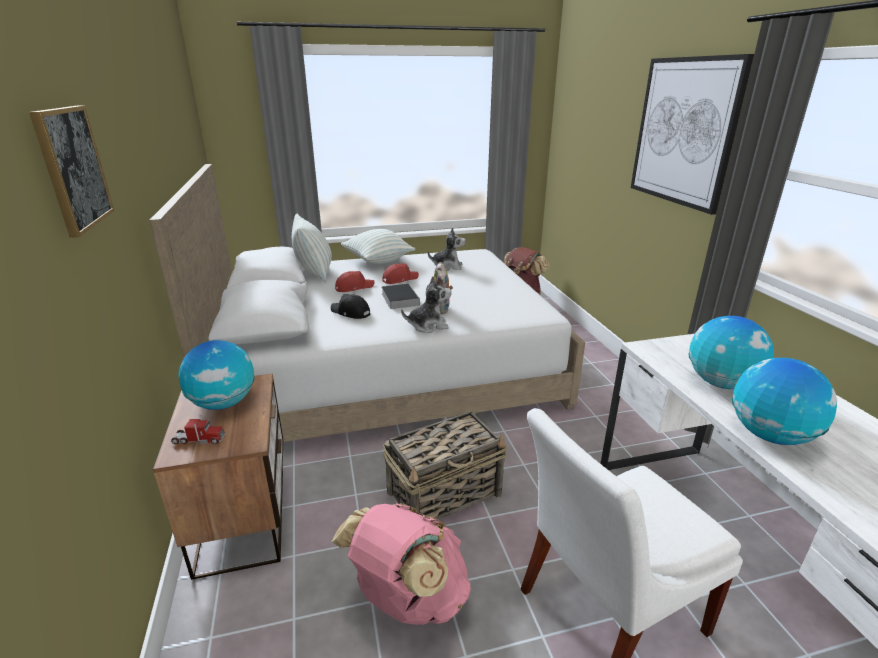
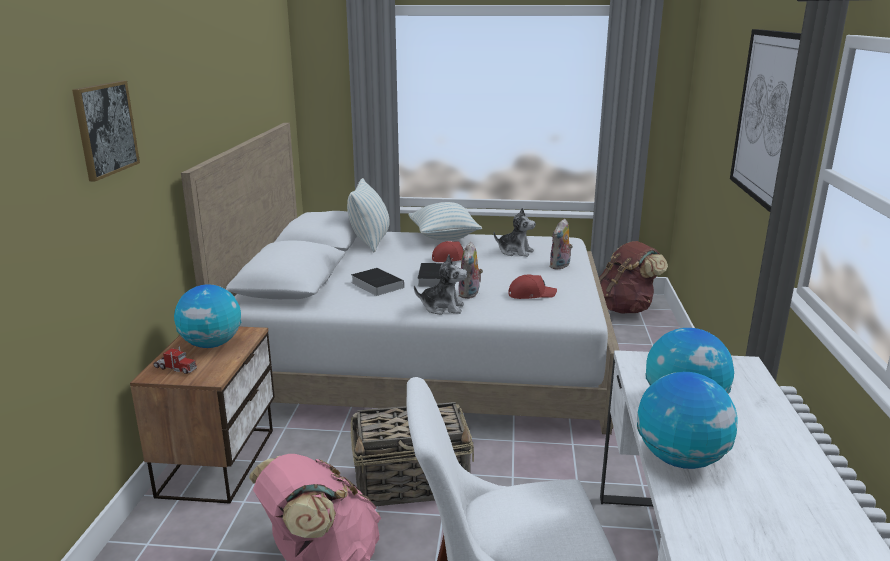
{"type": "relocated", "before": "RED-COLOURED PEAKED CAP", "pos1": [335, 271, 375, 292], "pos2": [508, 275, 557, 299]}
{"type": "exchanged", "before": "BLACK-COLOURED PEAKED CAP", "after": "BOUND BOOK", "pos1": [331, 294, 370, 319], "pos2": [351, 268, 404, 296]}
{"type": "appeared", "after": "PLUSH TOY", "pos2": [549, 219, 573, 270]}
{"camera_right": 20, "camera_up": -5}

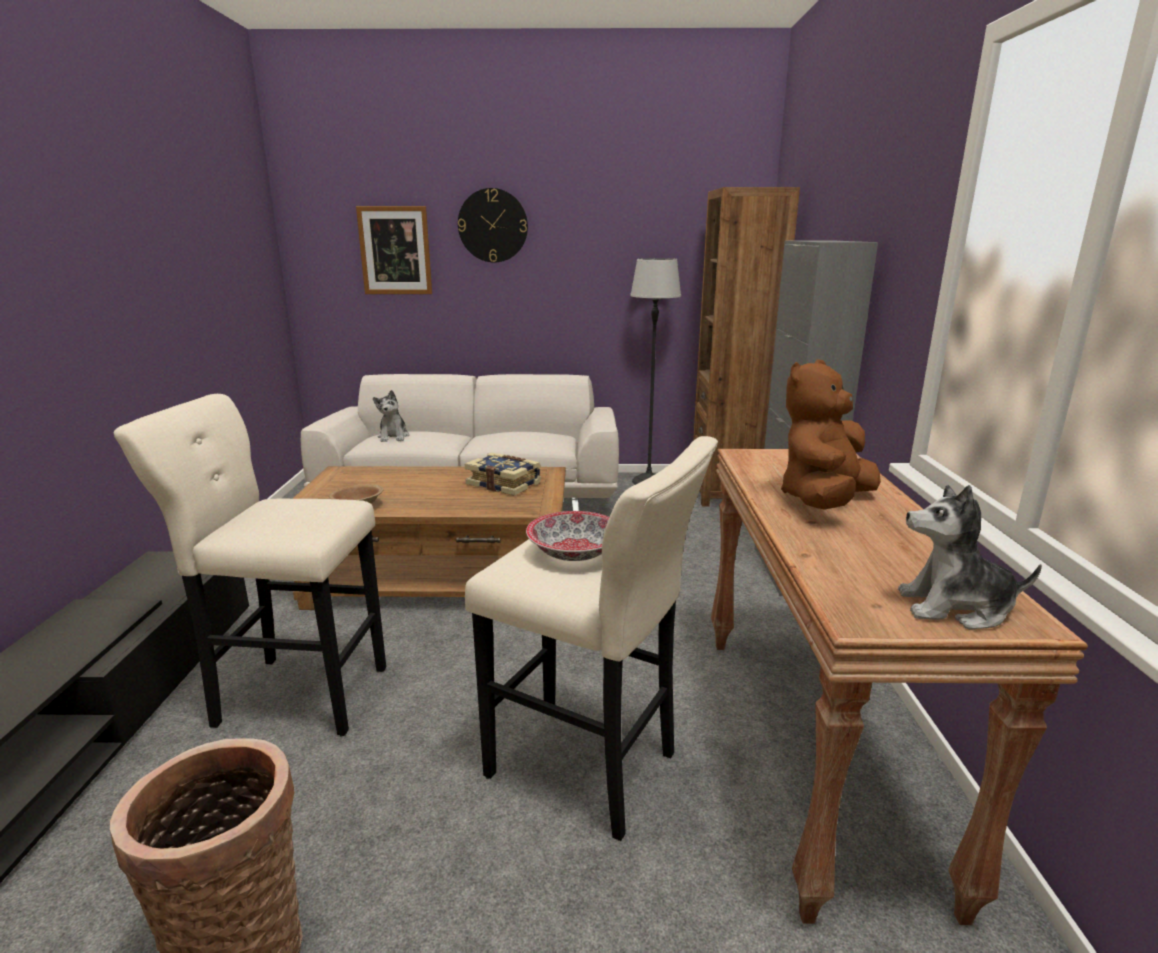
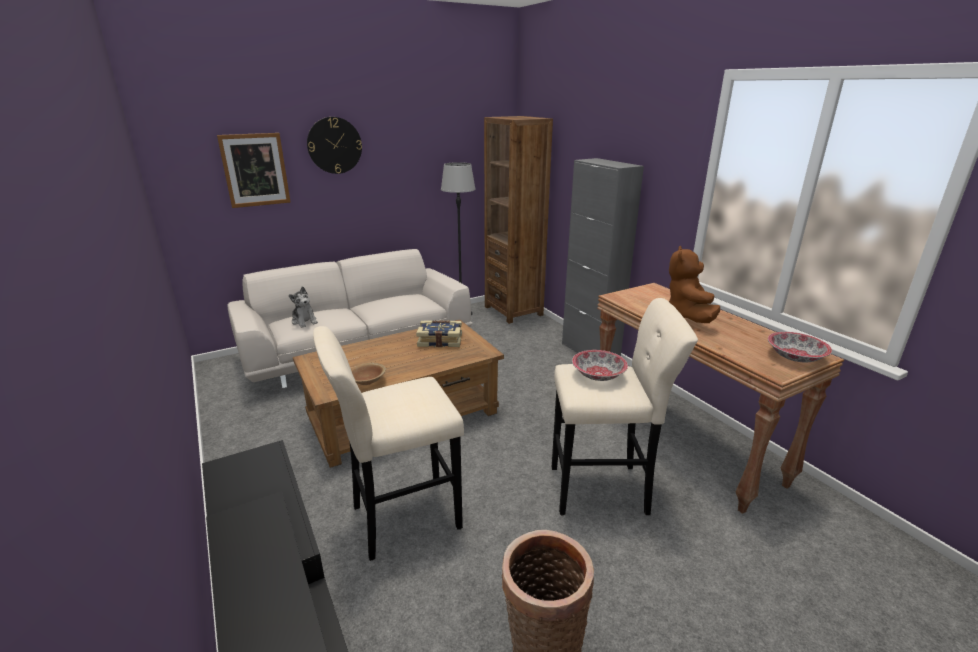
{"type": "exchanged", "before": "PLUSH TOY", "after": "DEEP DISH", "pos1": [898, 485, 1042, 630], "pos2": [768, 332, 832, 363]}
{"camera_right": -30, "camera_up": 5}

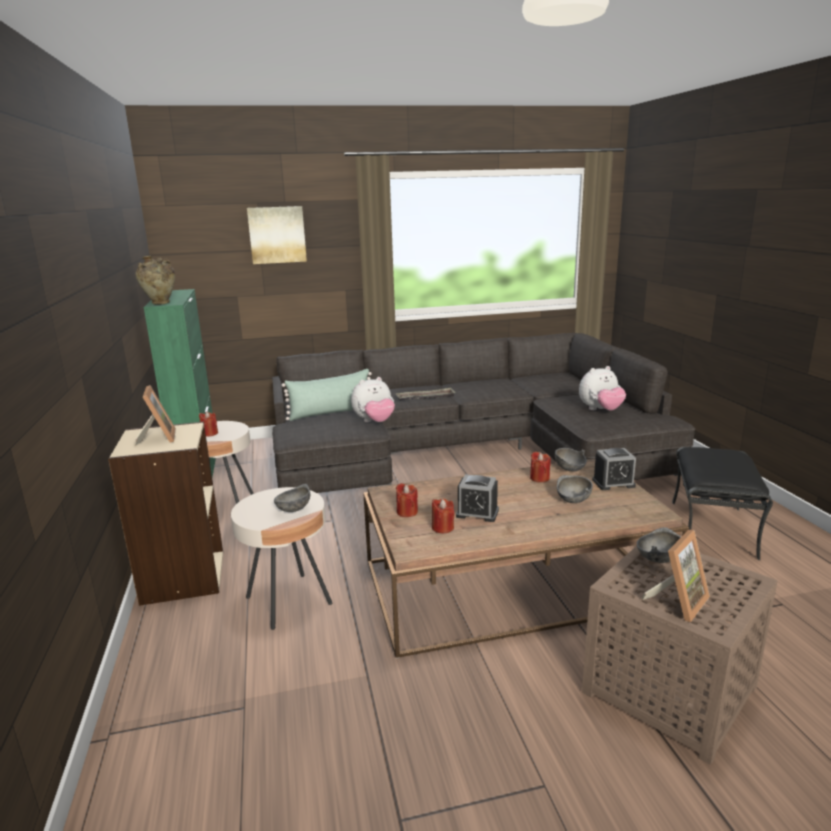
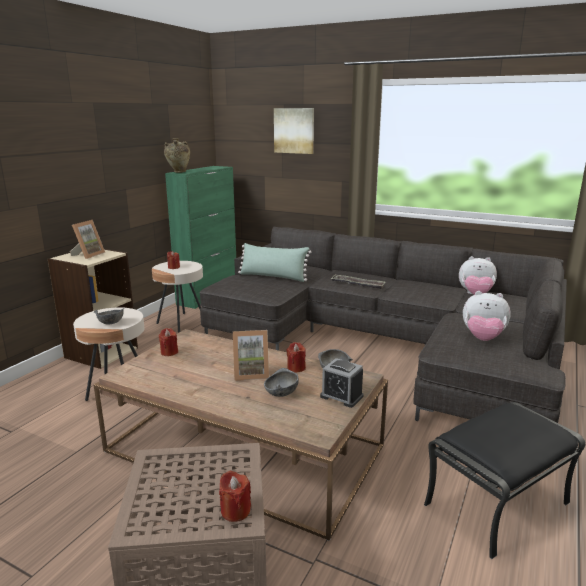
{"type": "relocated", "before": "PLUSH TOY", "pos1": [351, 377, 395, 422], "pos2": [459, 256, 497, 295]}
{"type": "missing", "before": "TABLE CLOCK", "pos1": [456, 474, 499, 522]}
{"type": "relocated", "before": "RED-COLOURED WAX LIGHT", "pos1": [432, 498, 455, 533], "pos2": [219, 471, 251, 522]}
{"type": "missing", "before": "GRAY DEEP DISH", "pos1": [636, 527, 681, 563]}
{"type": "relocated", "before": "STANDING FRAME", "pos1": [642, 530, 710, 622], "pos2": [233, 330, 269, 381]}
{"camera_right": 40, "camera_up": 0}

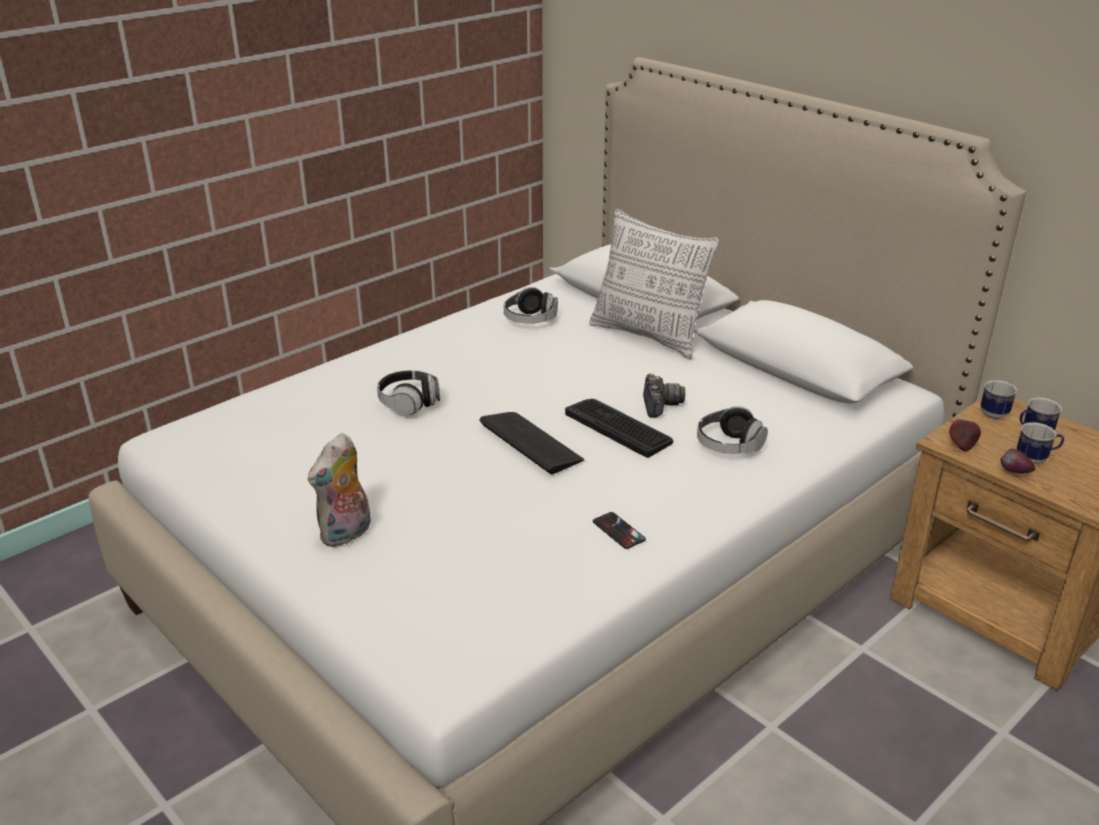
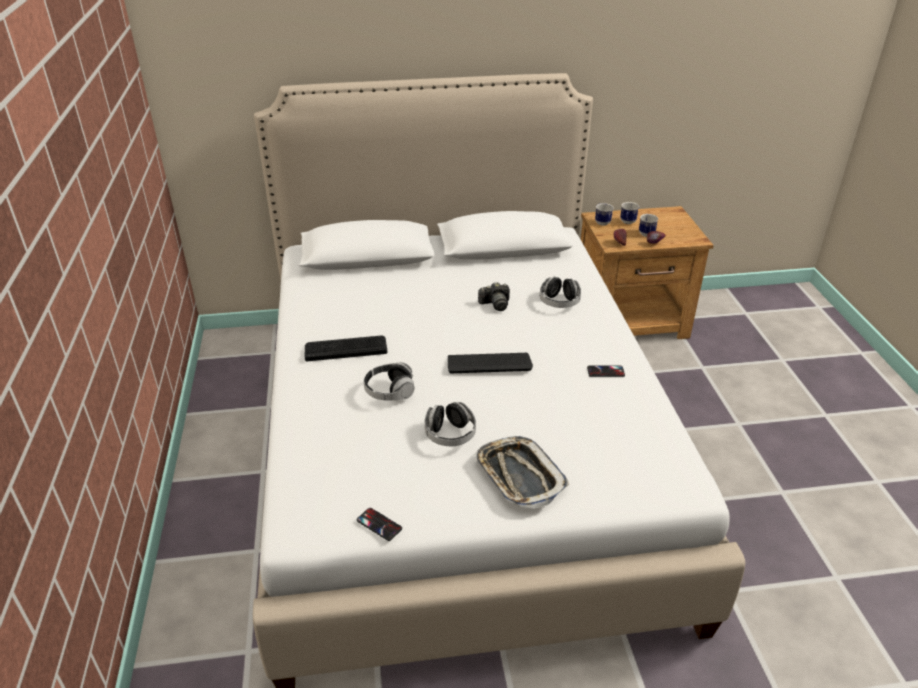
{"type": "missing", "before": "PILLOW", "pos1": [589, 209, 720, 359]}
{"type": "relocated", "before": "HEADPHONES", "pos1": [504, 287, 558, 324], "pos2": [425, 402, 476, 446]}
{"type": "spun", "before": "PHOTO CAMERA", "pos1": [643, 373, 685, 417], "pos2": [478, 282, 510, 311], "turn": 135}
{"type": "relocated", "before": "COMPUTER KEYBOARD", "pos1": [565, 399, 673, 458], "pos2": [305, 336, 387, 361]}
{"type": "exchanged", "before": "PLUSH TOY", "after": "CARRYING TRAY", "pos1": [308, 433, 371, 547], "pos2": [473, 436, 569, 509]}
{"type": "appeared", "after": "TELEPHONE", "pos2": [356, 508, 402, 541]}
{"camera_right": -55, "camera_up": 5}

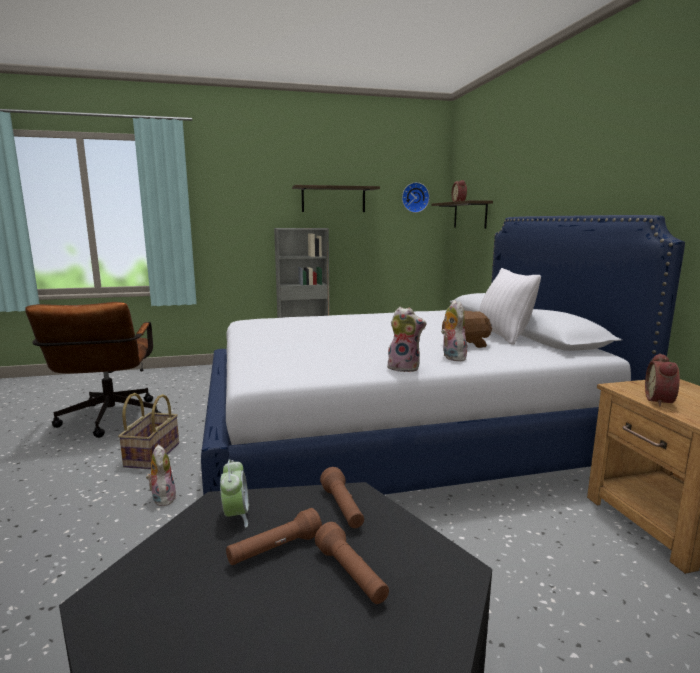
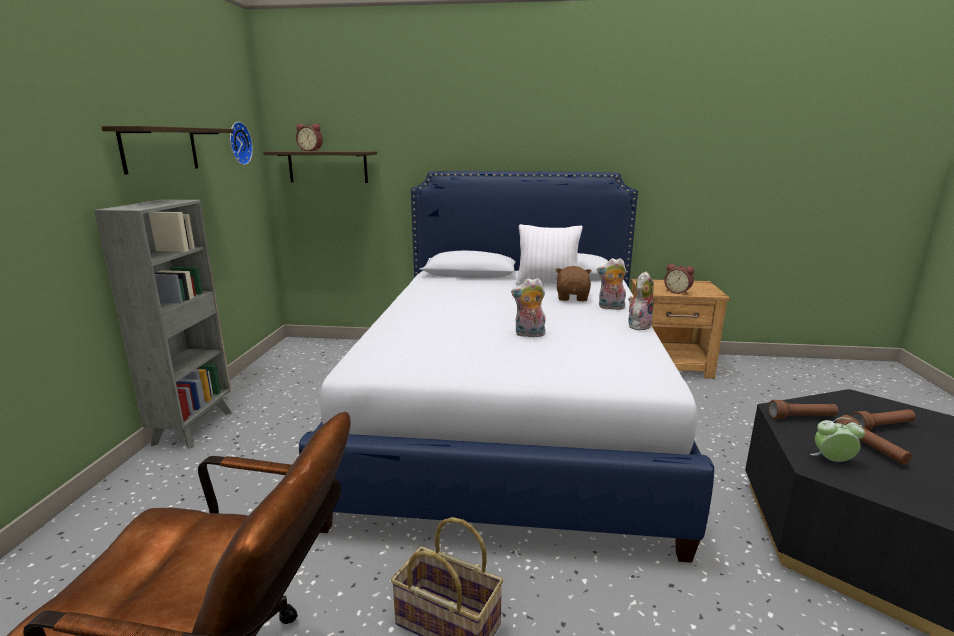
{"type": "relocated", "before": "PLUSH TOY", "pos1": [146, 444, 177, 506], "pos2": [511, 278, 546, 337]}
{"camera_right": -70, "camera_up": 5}

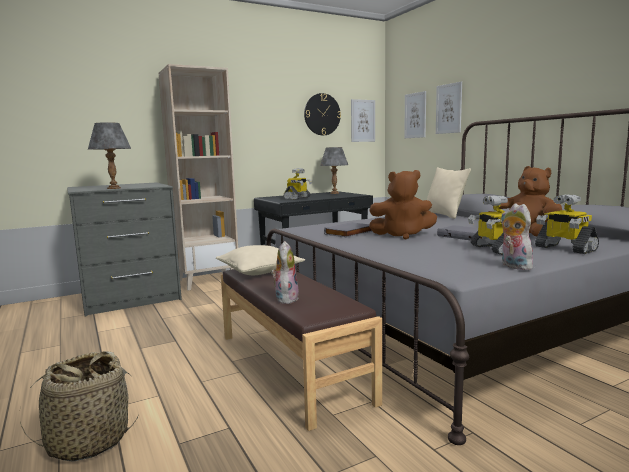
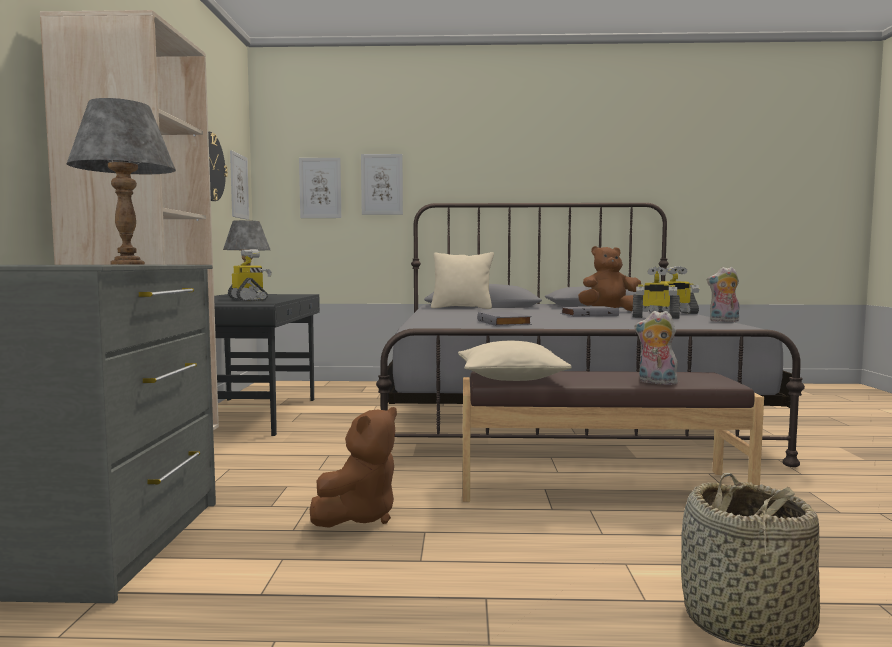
{"type": "relocated", "before": "BROWN PLUSH TOY", "pos1": [369, 170, 437, 239], "pos2": [310, 407, 397, 528]}
{"camera_right": -60, "camera_up": -5}

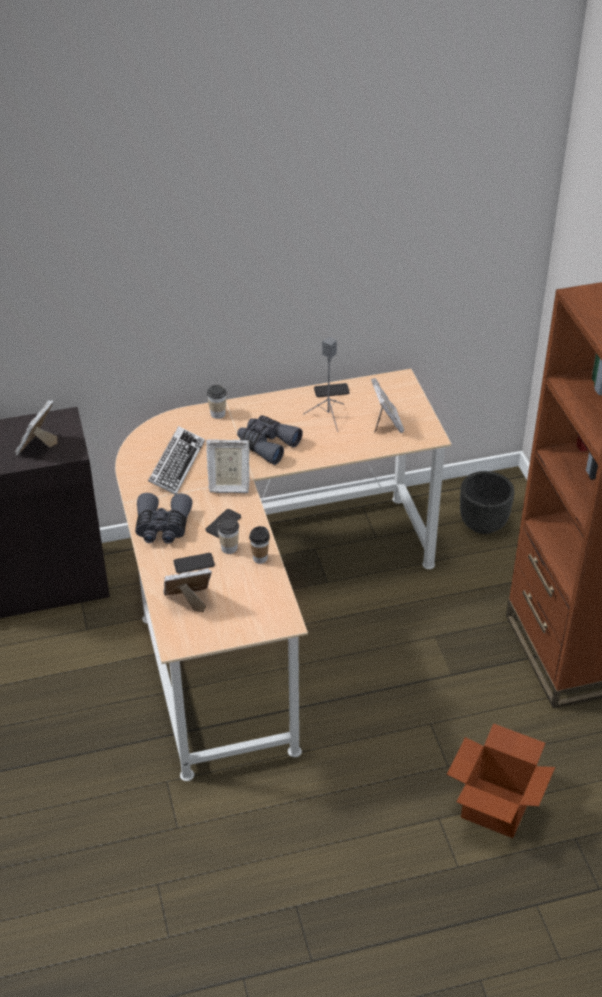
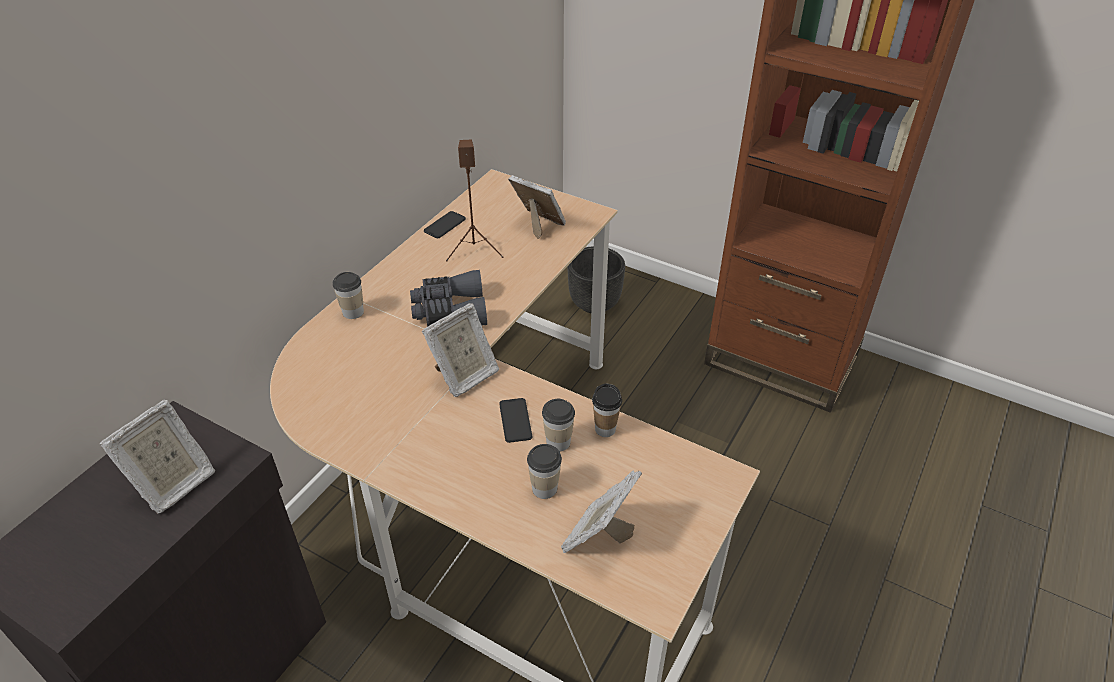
{"type": "colour", "before": "GRAY AUDIO SPEAKER", "after": "BROWN AUDIO SPEAKER", "pos1": [303, 337, 344, 432], "pos2": [446, 140, 504, 261]}
{"type": "spun", "before": "STANDING FRAME", "pos1": [15, 400, 58, 455], "pos2": [99, 399, 215, 513], "turn": -120}
{"type": "missing", "before": "COMPUTER KEYBOARD", "pos1": [148, 426, 205, 495]}
{"type": "missing", "before": "GRAY FIELD GLASSES", "pos1": [135, 493, 193, 544]}
{"type": "exchanged", "before": "TELEPHONE", "after": "SMALL CUP", "pos1": [173, 553, 215, 573], "pos2": [527, 444, 562, 499]}
{"type": "missing", "before": "PACKING BOX", "pos1": [447, 723, 555, 838]}
{"camera_right": -45, "camera_up": 0}

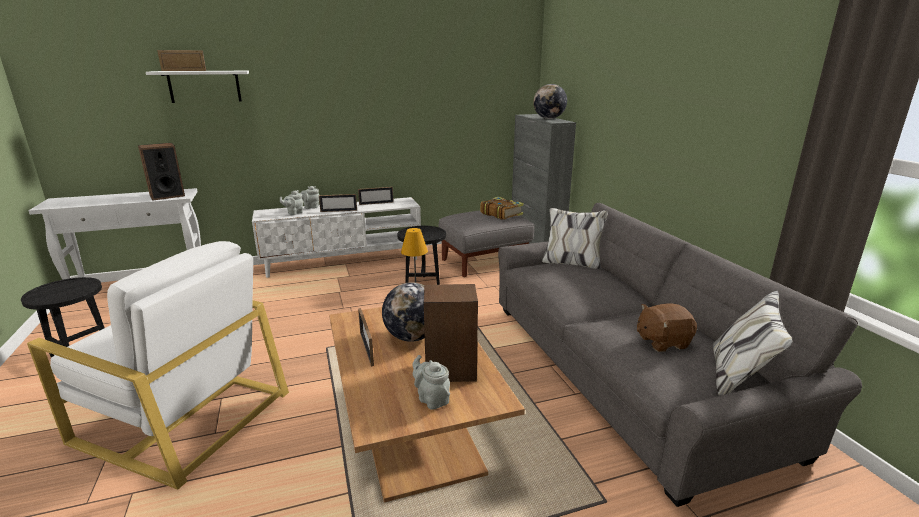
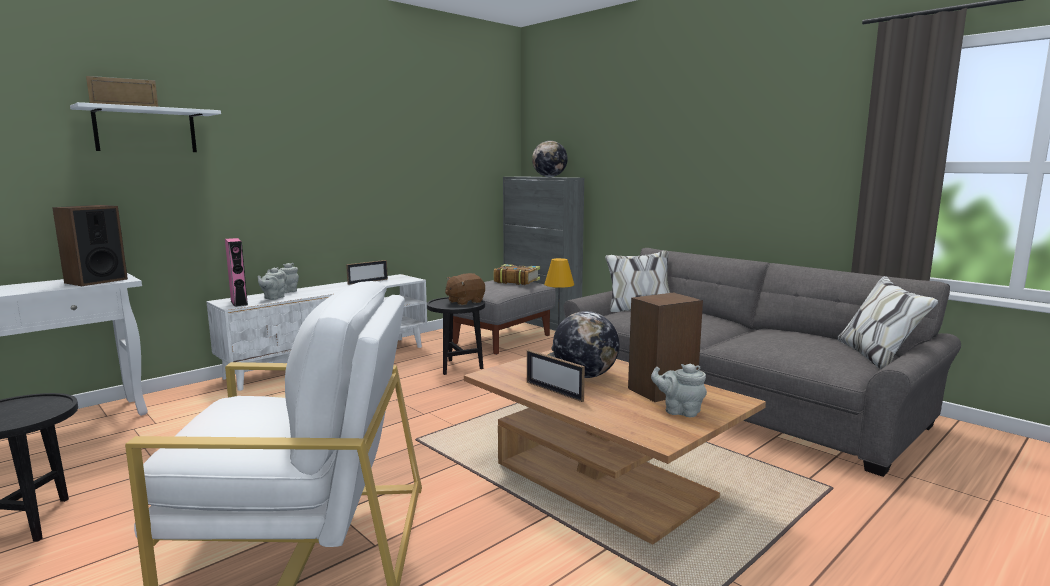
{"type": "missing", "before": "STANDING FRAME", "pos1": [319, 194, 357, 212]}
{"type": "relocated", "before": "BROWN PLUSH TOY", "pos1": [637, 303, 697, 352], "pos2": [445, 273, 485, 306]}
{"type": "appeared", "after": "PINK-COLOURED AUDIO SPEAKER", "pos2": [225, 238, 248, 307]}
{"camera_right": -25, "camera_up": -10}

